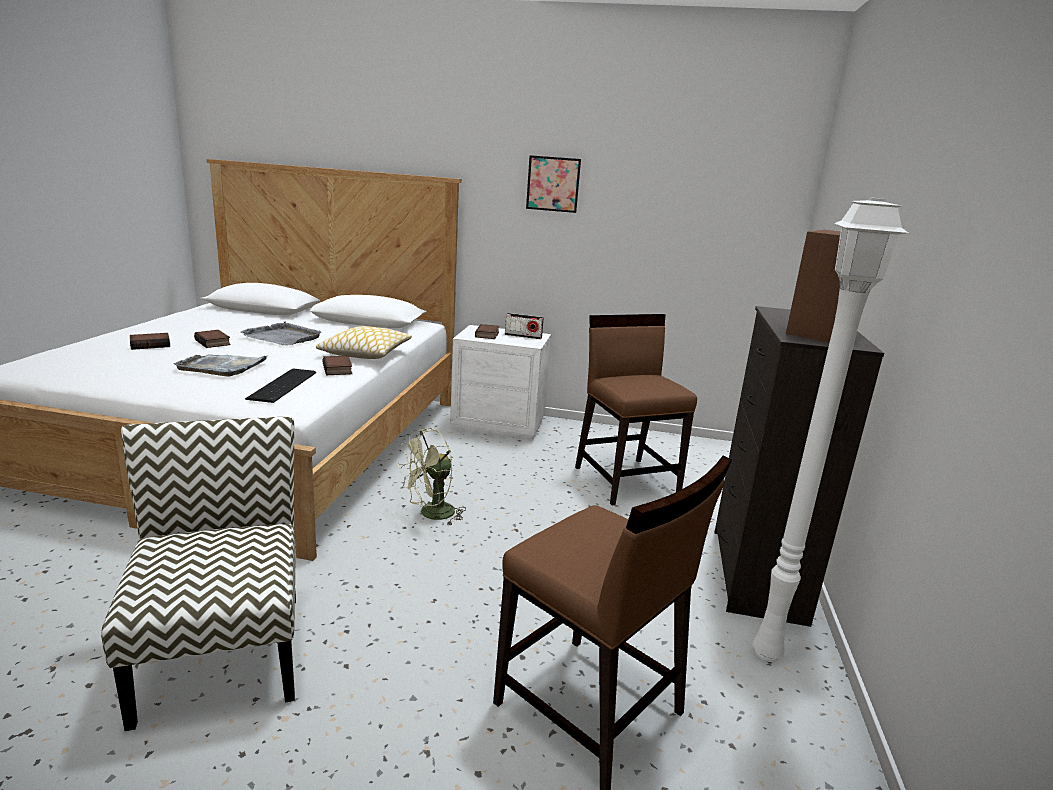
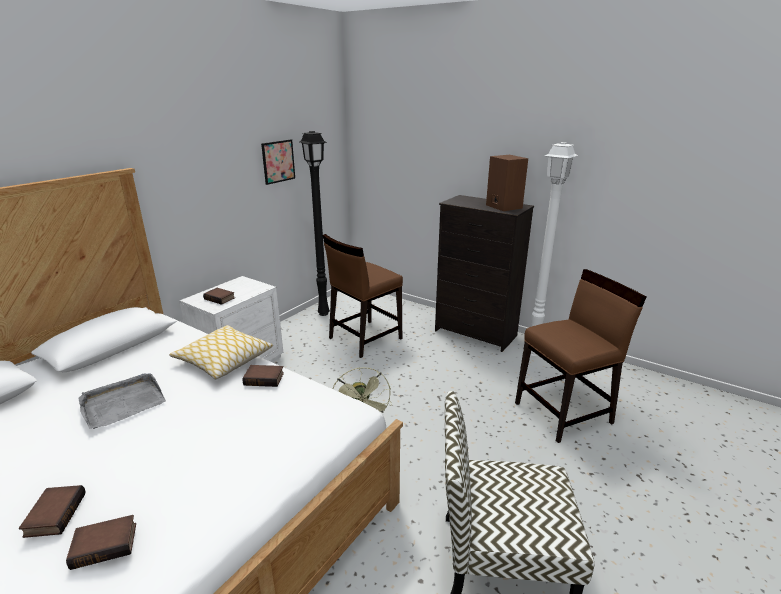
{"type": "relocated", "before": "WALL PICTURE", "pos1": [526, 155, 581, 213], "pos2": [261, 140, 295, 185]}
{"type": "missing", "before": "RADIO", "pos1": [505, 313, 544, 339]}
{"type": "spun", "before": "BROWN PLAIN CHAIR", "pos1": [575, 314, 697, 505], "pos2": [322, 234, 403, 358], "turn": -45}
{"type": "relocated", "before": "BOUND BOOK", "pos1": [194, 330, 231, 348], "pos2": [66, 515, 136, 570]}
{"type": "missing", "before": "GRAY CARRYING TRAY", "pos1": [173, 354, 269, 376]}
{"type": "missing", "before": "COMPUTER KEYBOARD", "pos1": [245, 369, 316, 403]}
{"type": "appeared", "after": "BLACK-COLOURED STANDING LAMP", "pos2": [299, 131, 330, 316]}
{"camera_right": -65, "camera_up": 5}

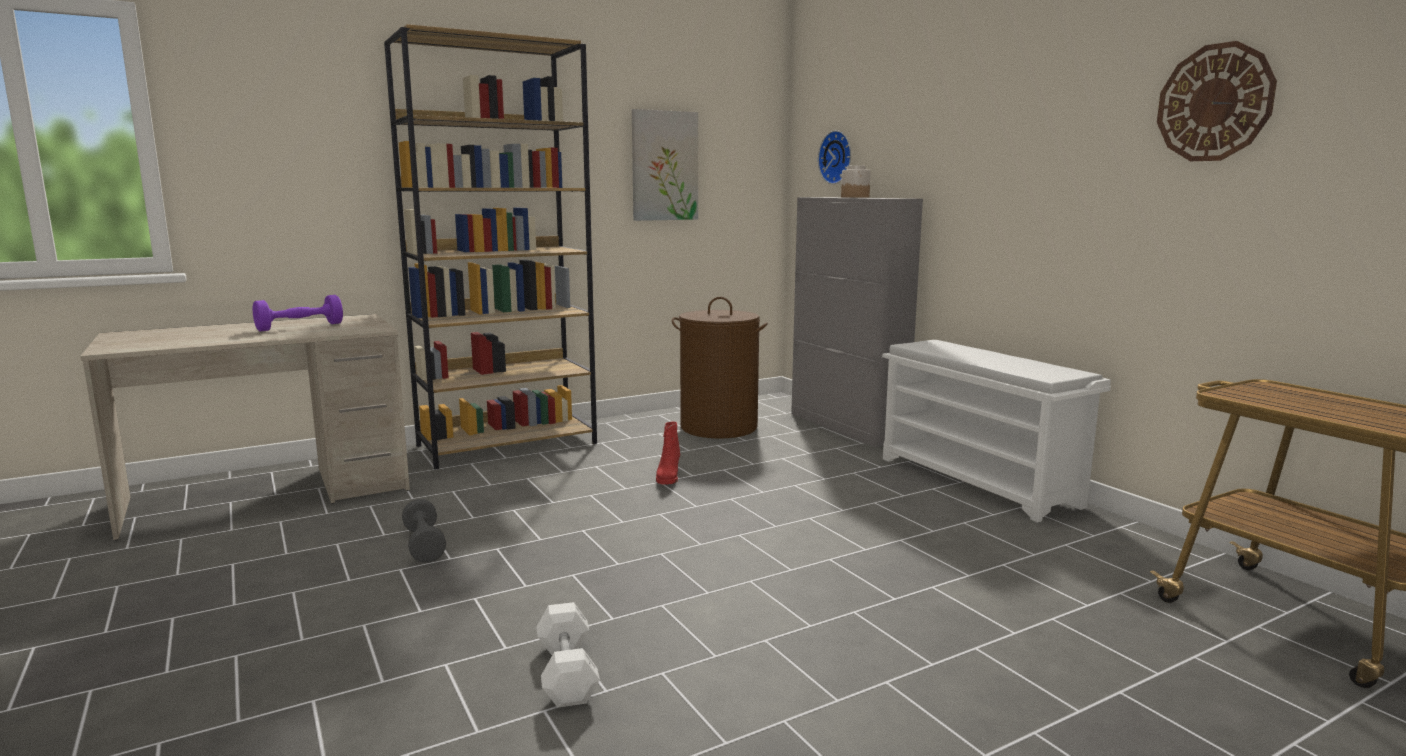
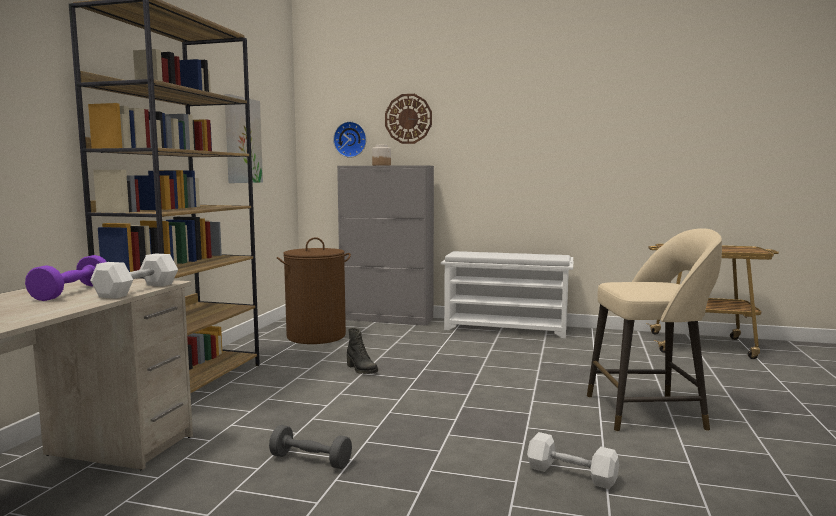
{"type": "relocated", "before": "HANGING CLOCK", "pos1": [1157, 41, 1277, 161], "pos2": [385, 94, 432, 144]}
{"type": "colour", "before": "RED-COLOURED BOOT", "after": "BLACK-COLOURED BOOT", "pos1": [656, 421, 680, 485], "pos2": [347, 328, 378, 374]}
{"type": "appeared", "after": "BEIGE-COLOURED STOOL", "pos2": [587, 228, 722, 431]}
{"type": "appeared", "after": "WHITE HAND WEIGHT", "pos2": [90, 253, 178, 299]}
{"camera_right": -45, "camera_up": -5}

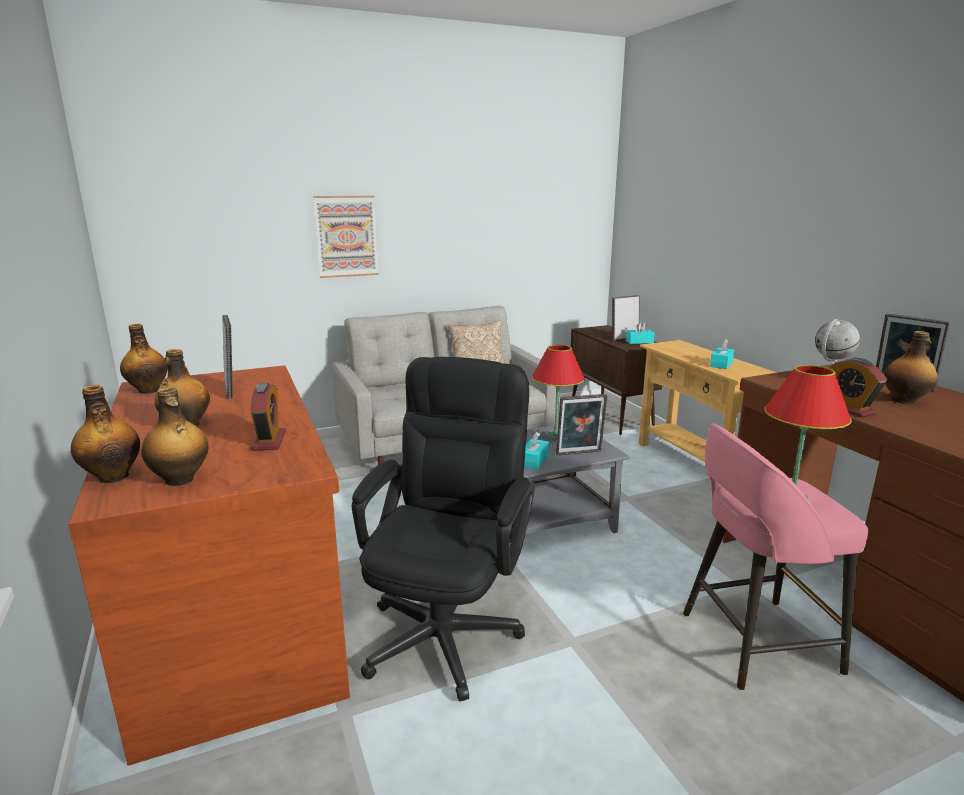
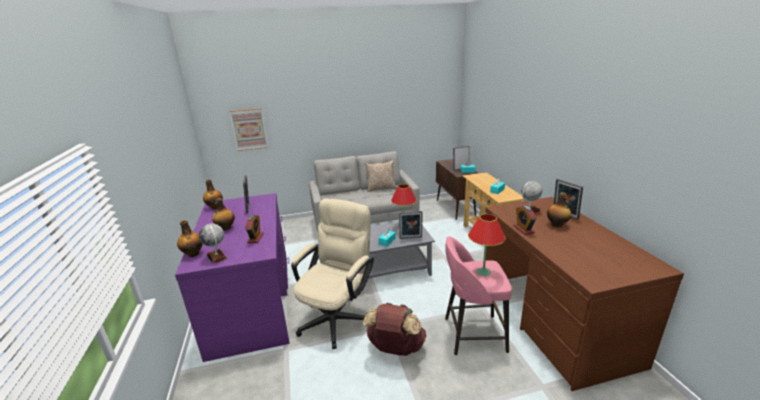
{"type": "relocated", "before": "WALL PICTURE", "pos1": [313, 196, 379, 278], "pos2": [229, 108, 268, 151]}
{"type": "colour", "before": "BLACK-COLOURED OFFICE CHAIR", "after": "BEIGE-COLOURED OFFICE CHAIR", "pos1": [352, 357, 535, 702], "pos2": [291, 199, 374, 349]}
{"type": "colour", "before": "BROWN DESK TABLE", "after": "PURPLISH DESK TABLE", "pos1": [68, 365, 350, 766], "pos2": [175, 193, 290, 362]}
{"type": "exchanged", "before": "BEVERAGE BOTTLE", "after": "DESK GLOBE", "pos1": [141, 387, 208, 486], "pos2": [199, 224, 228, 264]}
{"type": "appeared", "after": "BROWN BACKPACK", "pos2": [363, 303, 426, 356]}
{"camera_right": 10, "camera_up": 5}

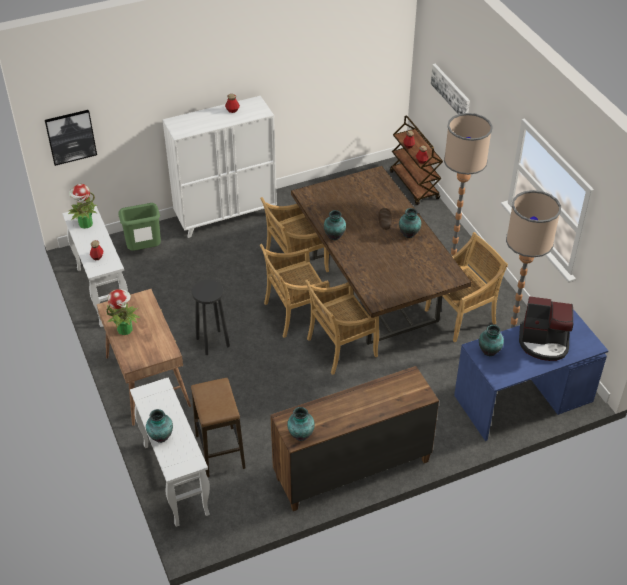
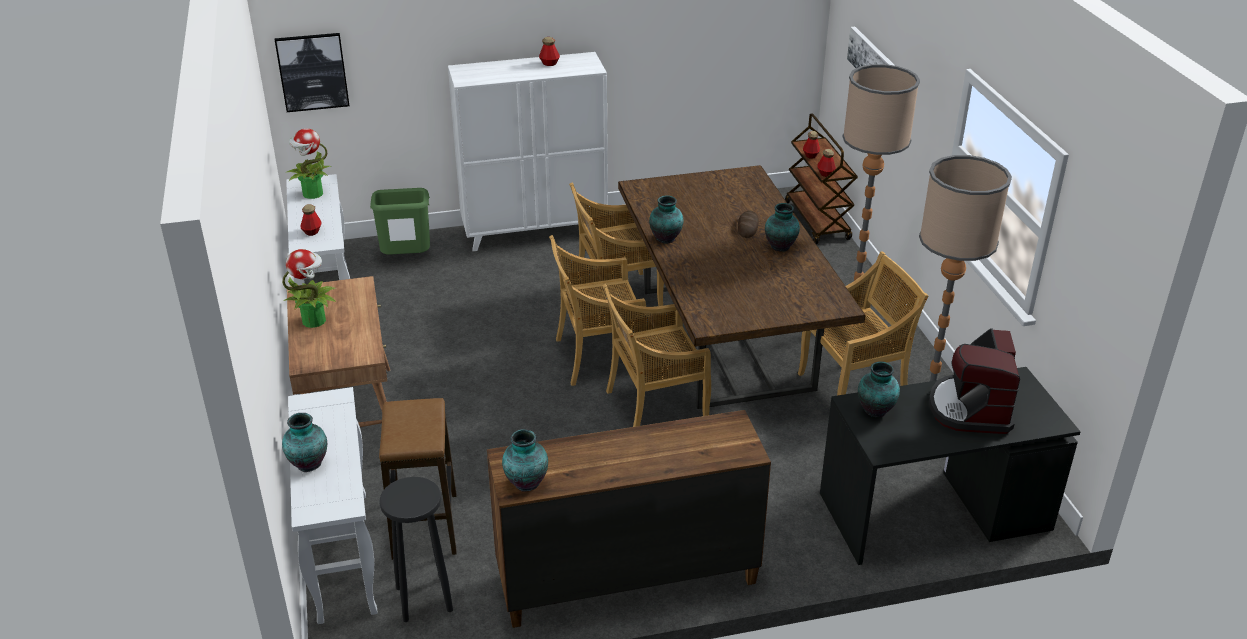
{"type": "relocated", "before": "BLACK-COLOURED STOOL", "pos1": [192, 280, 230, 355], "pos2": [380, 477, 453, 622]}
{"type": "spun", "before": "COFFEE MACHINE", "pos1": [519, 296, 574, 361], "pos2": [929, 328, 1020, 434], "turn": 75}
{"type": "colour", "before": "BLUE-COLOURED DESK TABLE", "after": "BLACK-COLOURED DESK TABLE", "pos1": [454, 309, 608, 441], "pos2": [820, 367, 1081, 565]}
{"camera_right": 10, "camera_up": -10}

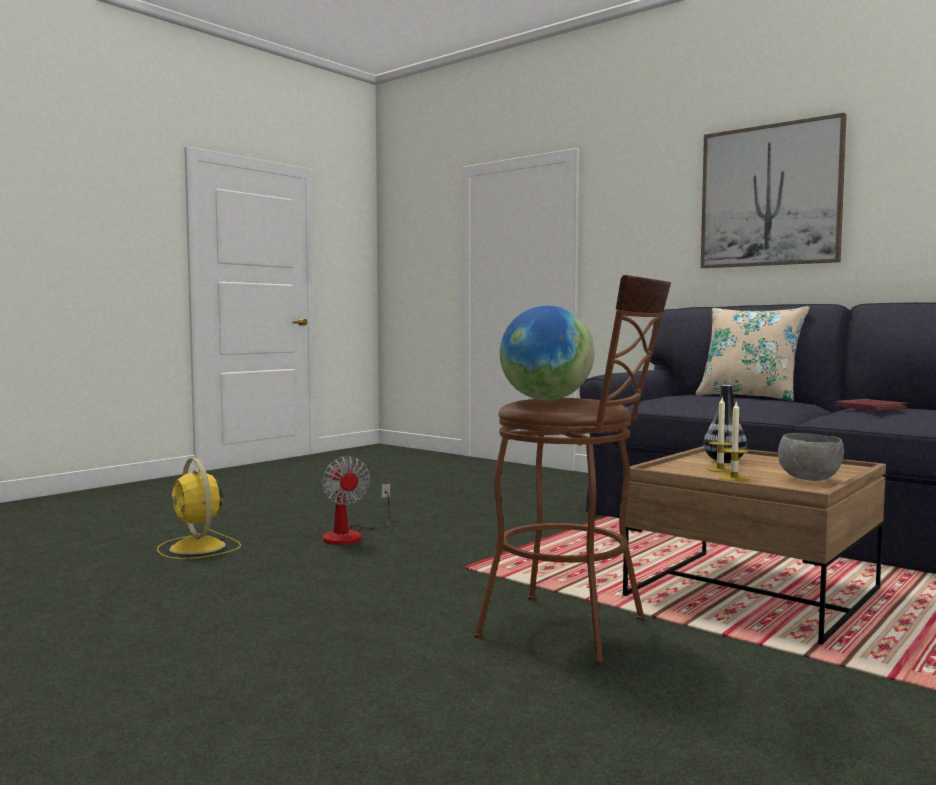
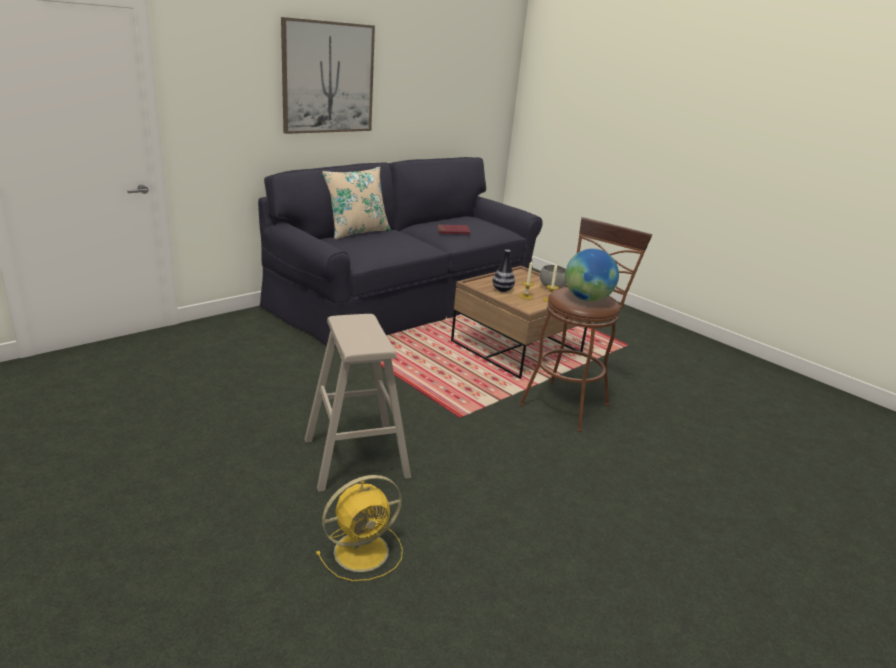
{"type": "exchanged", "before": "ELECTRIC FAN", "after": "BEIGE-COLOURED STOOL", "pos1": [322, 456, 390, 545], "pos2": [305, 314, 411, 492]}
{"camera_right": -85, "camera_up": 20}

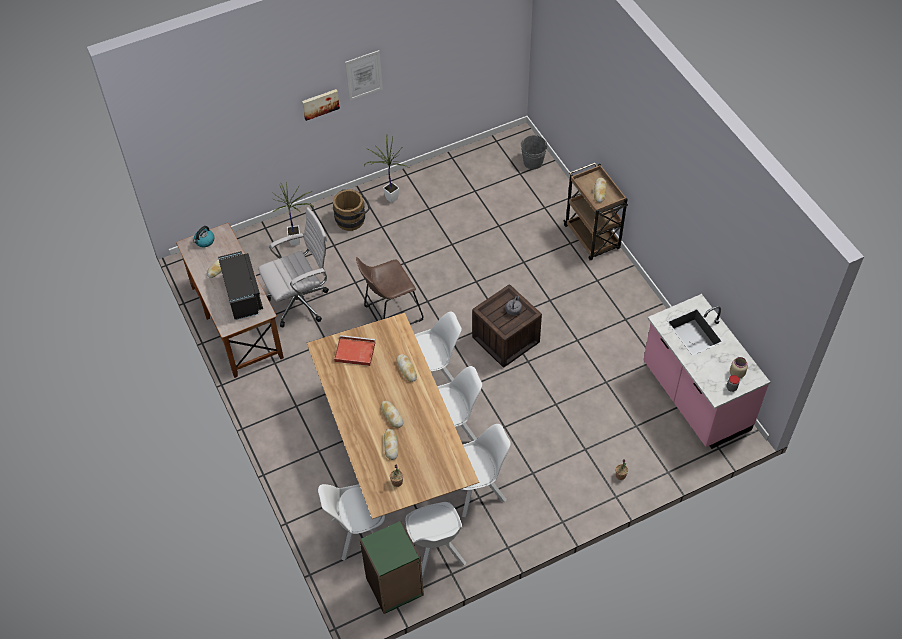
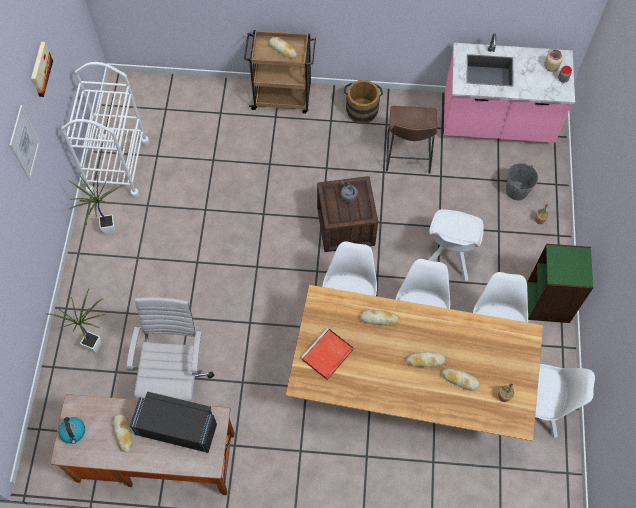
{"type": "relocated", "before": "WALL PICTURE", "pos1": [302, 89, 340, 121], "pos2": [31, 42, 53, 97]}
{"type": "relocated", "before": "GRAY BUCKET", "pos1": [521, 135, 548, 169], "pos2": [506, 163, 538, 200]}
{"type": "relocated", "before": "BROWN BUCKET", "pos1": [333, 189, 370, 231], "pos2": [344, 80, 383, 124]}
{"type": "relocated", "before": "BROWN STOOL", "pos1": [356, 257, 423, 325], "pos2": [386, 106, 437, 174]}
{"type": "relocated", "before": "WHITE PLAIN CHAIR", "pos1": [318, 484, 385, 561], "pos2": [429, 209, 484, 281]}
{"type": "relocated", "before": "GREENISH SHELVING UNIT", "pos1": [360, 521, 424, 614], "pos2": [527, 244, 593, 323]}
{"type": "appeared", "after": "WHITE TROLLEY", "pos2": [61, 62, 150, 198]}
{"camera_right": -60, "camera_up": 10}

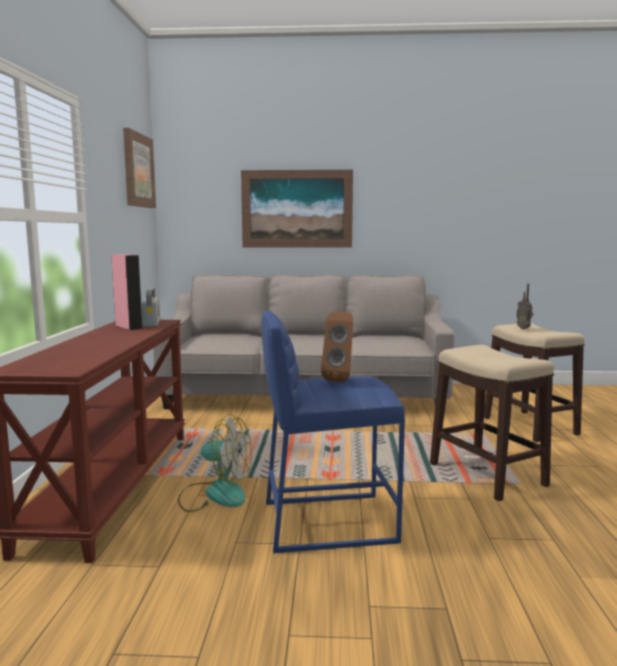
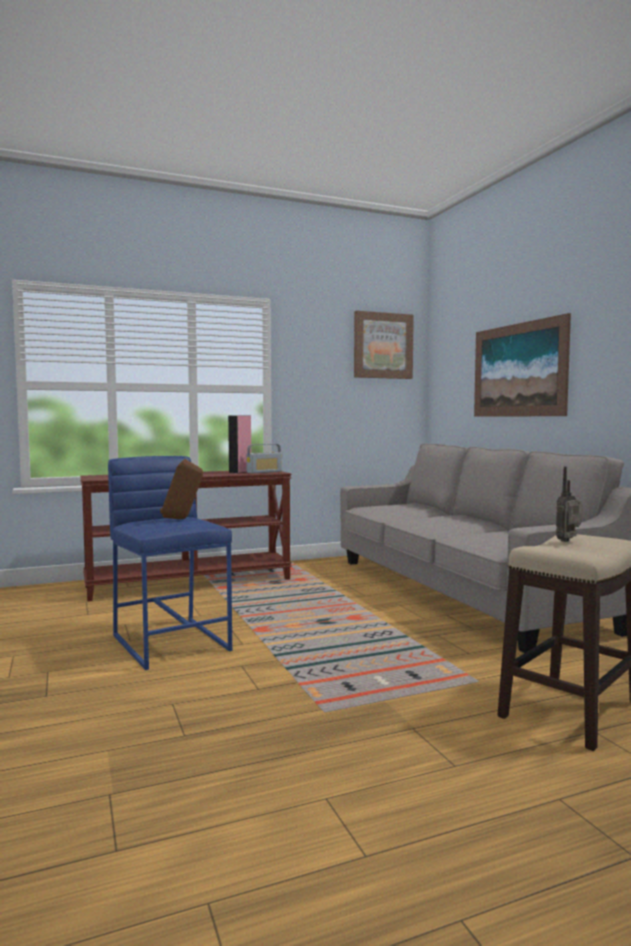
{"type": "missing", "before": "STOOL", "pos1": [430, 345, 554, 501]}
{"type": "missing", "before": "ELECTRIC FAN", "pos1": [178, 414, 252, 512]}
{"camera_right": 65, "camera_up": -5}

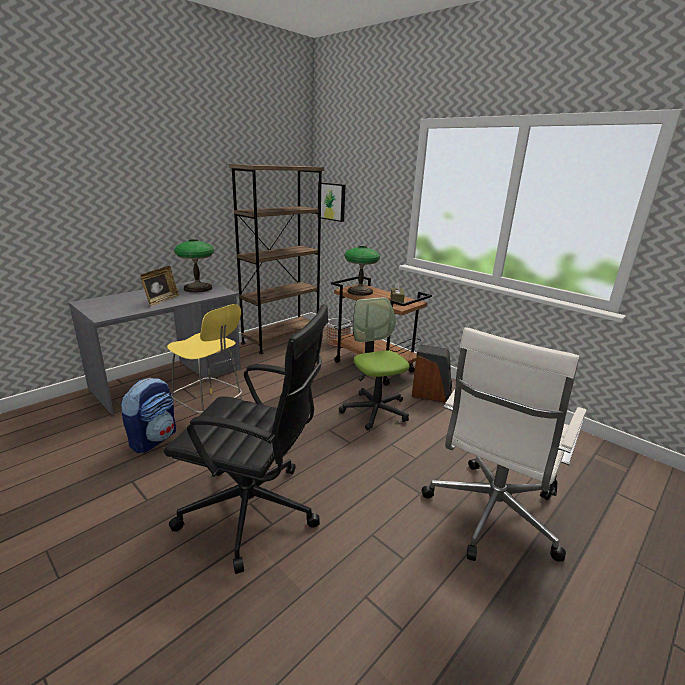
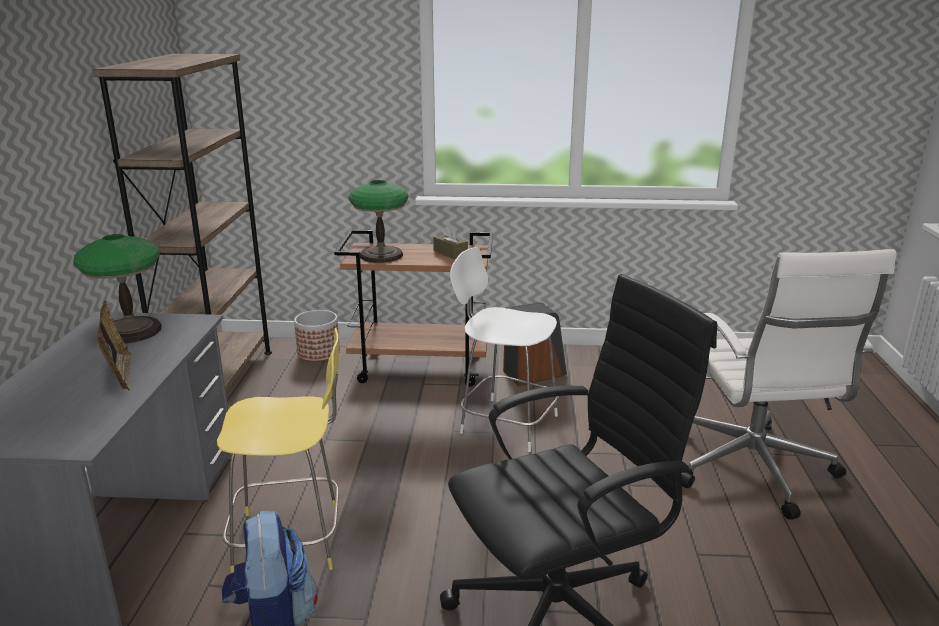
{"type": "missing", "before": "WALL PICTURE", "pos1": [318, 182, 345, 222]}
{"type": "exchanged", "before": "OFFICE CHAIR", "after": "WHITE STOOL", "pos1": [339, 297, 410, 430], "pos2": [450, 247, 559, 452]}
{"camera_right": -40, "camera_up": 0}

